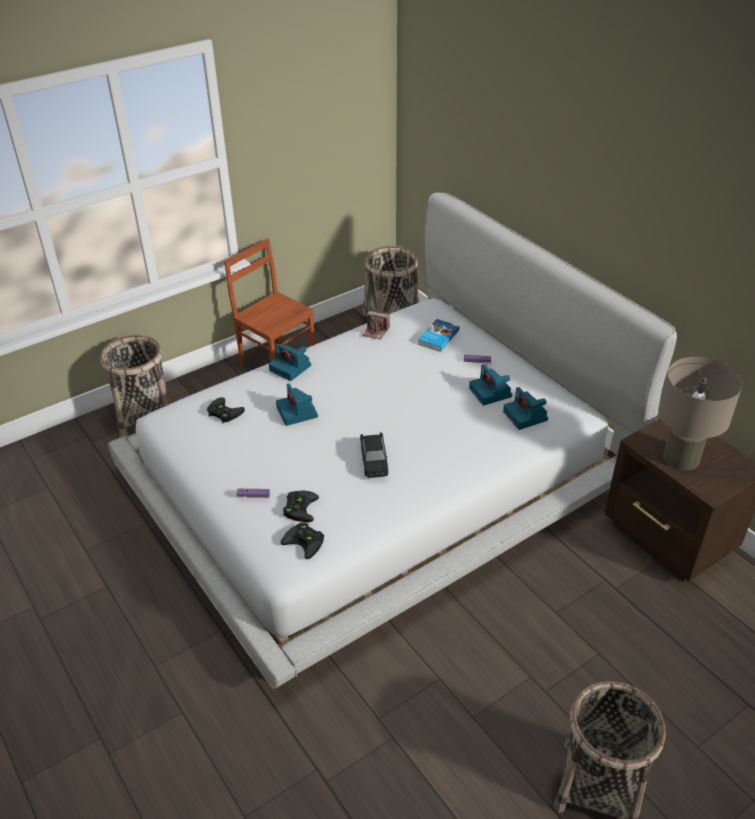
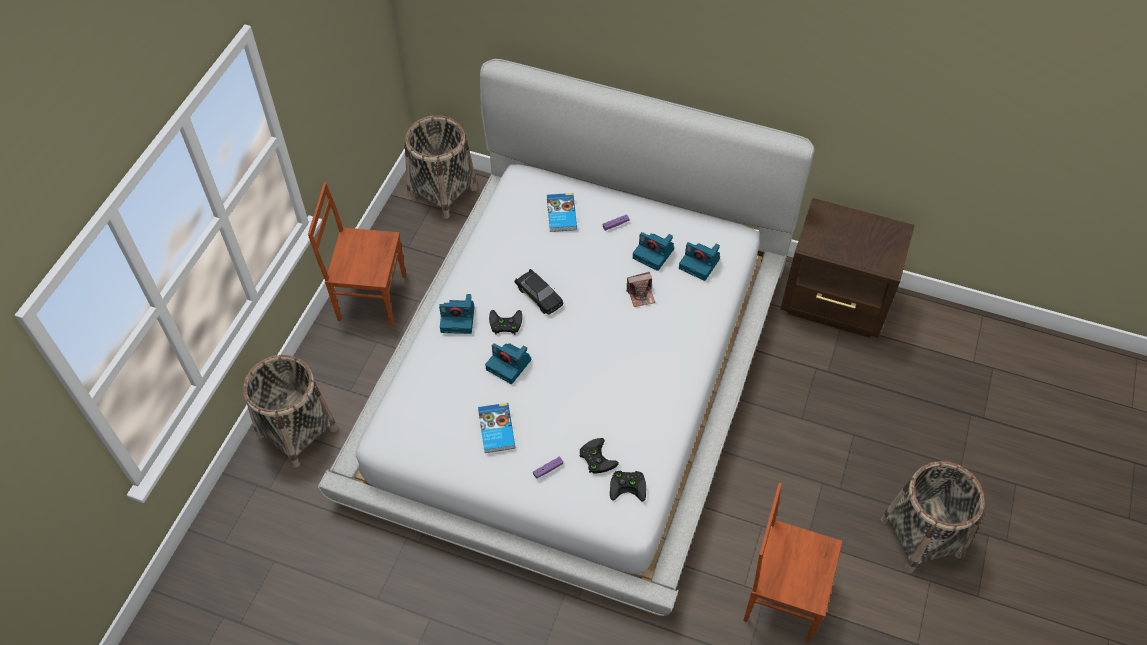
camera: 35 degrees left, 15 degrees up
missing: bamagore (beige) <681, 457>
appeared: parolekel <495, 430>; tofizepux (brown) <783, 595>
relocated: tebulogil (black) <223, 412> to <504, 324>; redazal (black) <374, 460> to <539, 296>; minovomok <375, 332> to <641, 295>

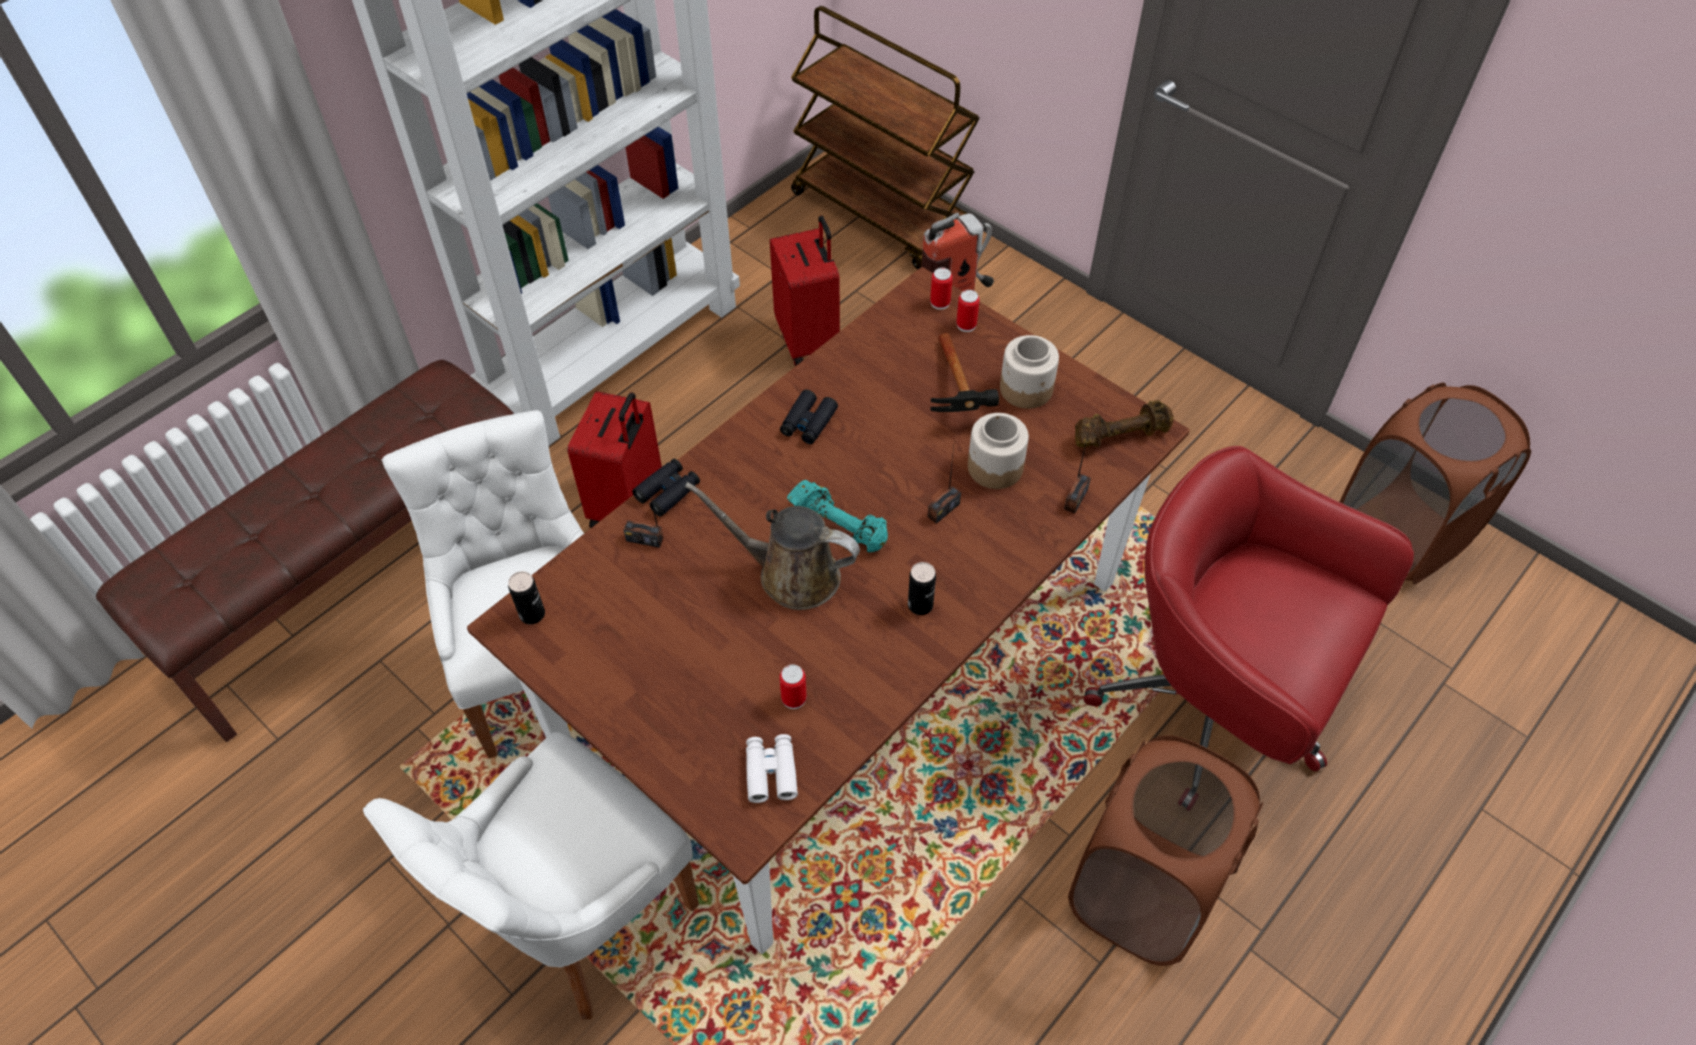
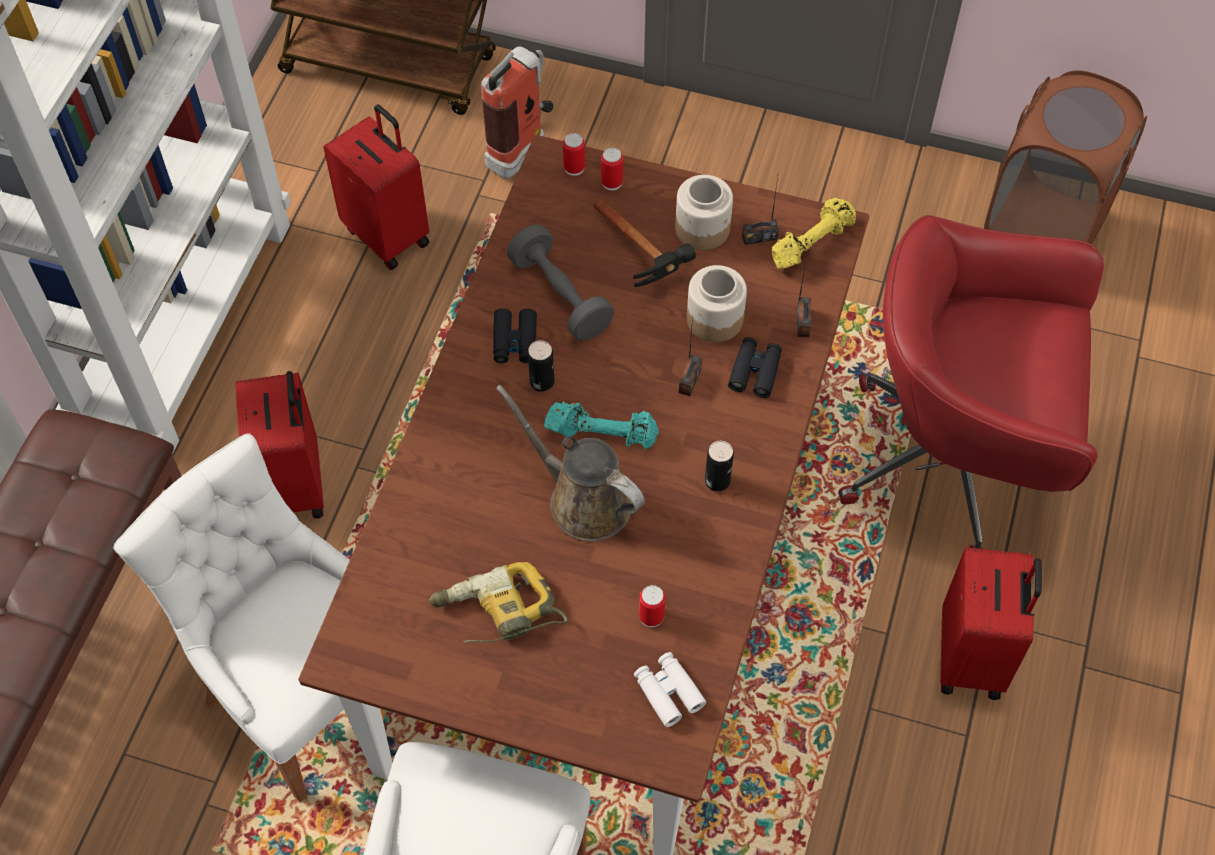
camera: 25 degrees left, 5 degrees up
appeared: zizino <497, 614>; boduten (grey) <560, 296>
relocated: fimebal <532, 614> to <542, 382>; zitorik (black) <668, 491> to <755, 371>; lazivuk <644, 539> to <759, 237>
exchanged: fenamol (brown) <1142, 892> to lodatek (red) <973, 657>
colour: boduten (brown) <1120, 435> to boduten (yellow) <811, 243>
spun: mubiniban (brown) <791, 574> = <582, 499> 45 degrees clockwise

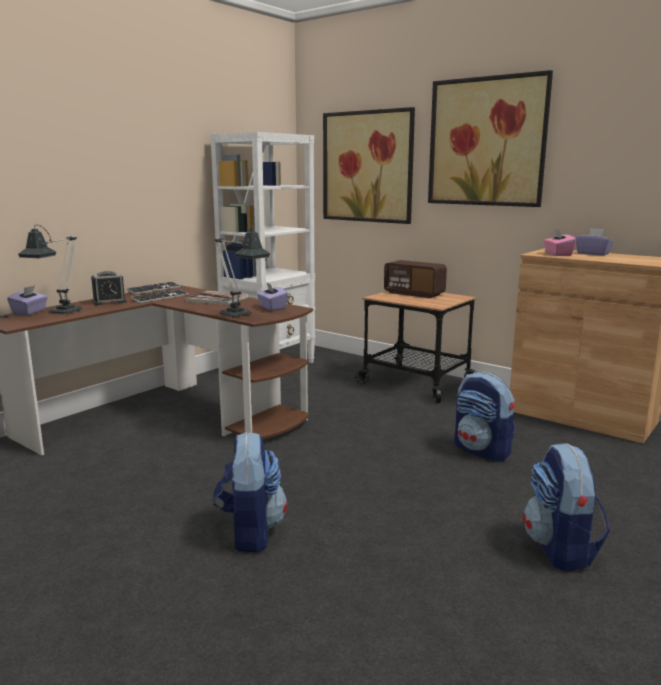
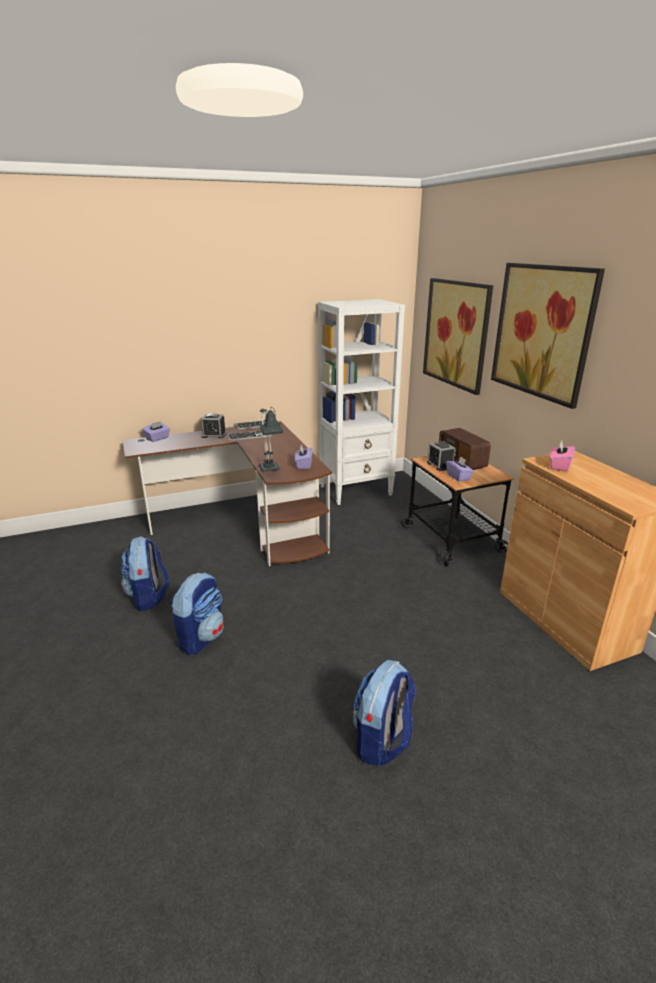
camera: 30 degrees right, 10 degrees up
missing: bamagore <61, 313>; parolekel <217, 299>
appeared: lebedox <440, 465>
relocated: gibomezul <482, 451> to <148, 597>; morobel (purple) <593, 253> to <458, 477>

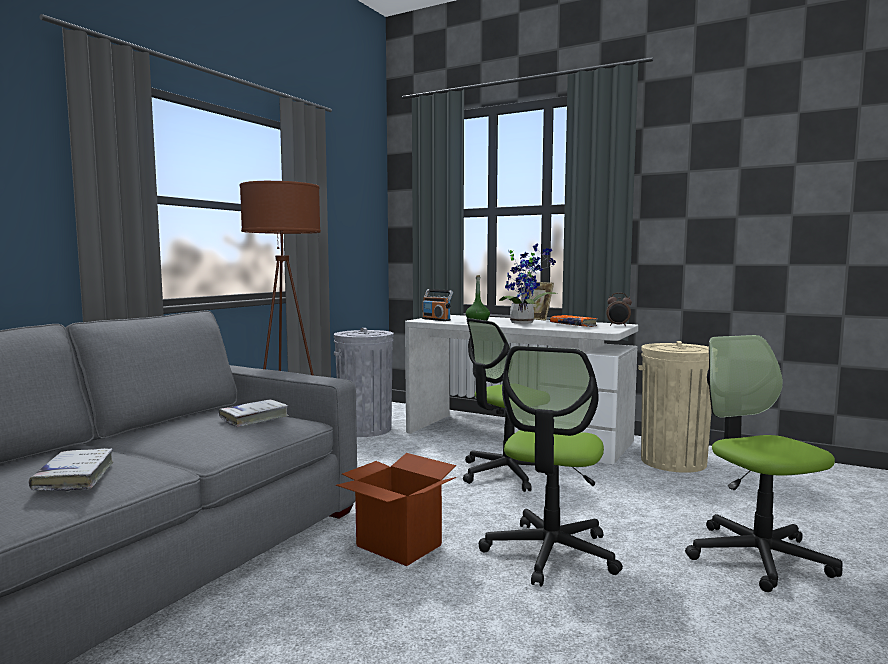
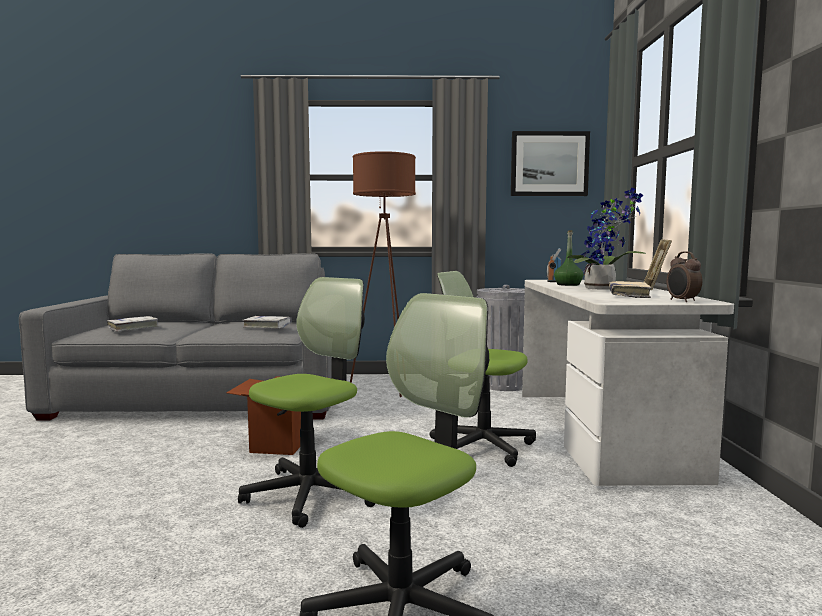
camera: 60 degrees right, 0 degrees up
missing: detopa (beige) <673, 461>
appeared: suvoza <549, 164>
colour: parolekel (orange) <573, 325> to parolekel (beige) <628, 295>
spun: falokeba <550, 553> = <311, 494> 135 degrees clockwise

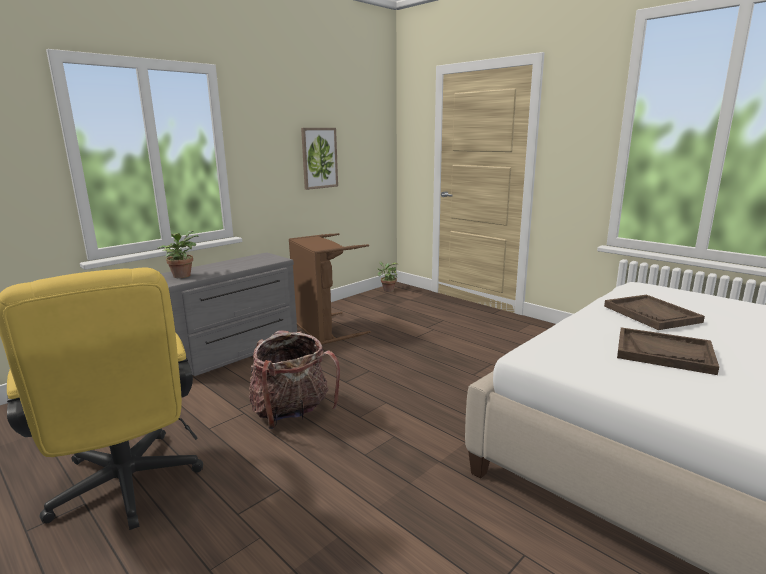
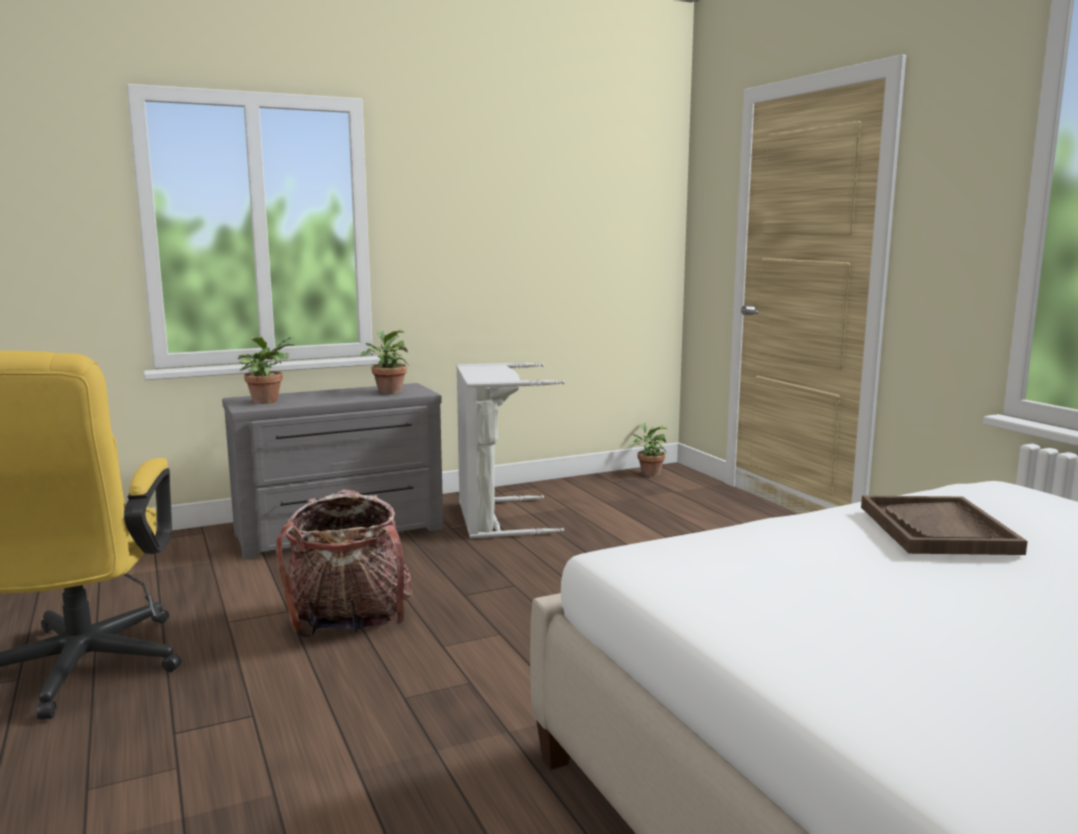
camera: 20 degrees right, 5 degrees down
missing: suvoza <319, 158>; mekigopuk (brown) <664, 352>
appeared: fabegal <388, 392>
colour: fenamol (brown) <323, 330> to fenamol (grey) <494, 518>

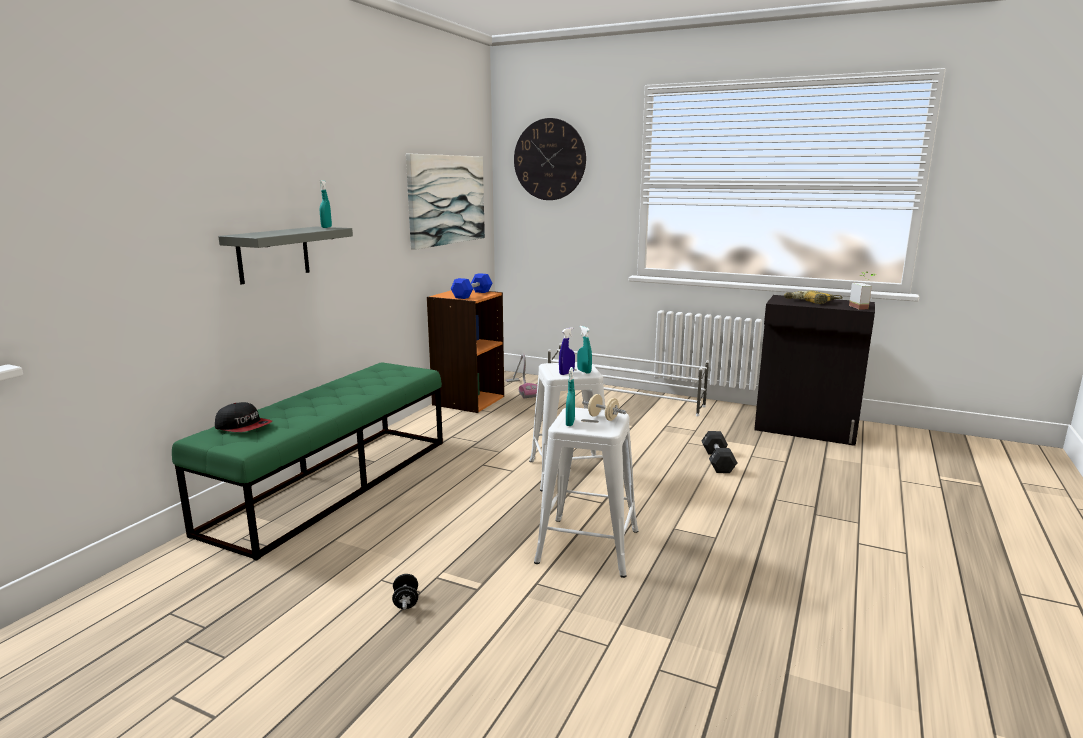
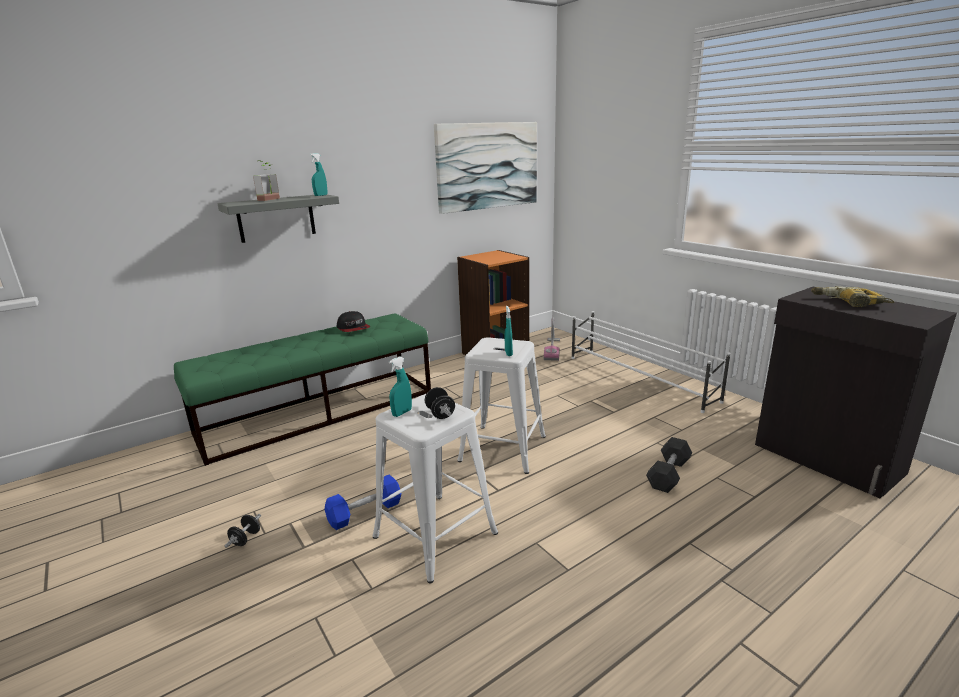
camera: 30 degrees right, 5 degrees up
missing: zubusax <549, 159>; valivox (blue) <566, 373>
relocated: fabegal <862, 307> to <272, 199>; boduten (blue) <472, 294> to <365, 512>; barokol <243, 426> to <353, 328>
colour: boduten (beige) <603, 418> to boduten (black) <440, 414>

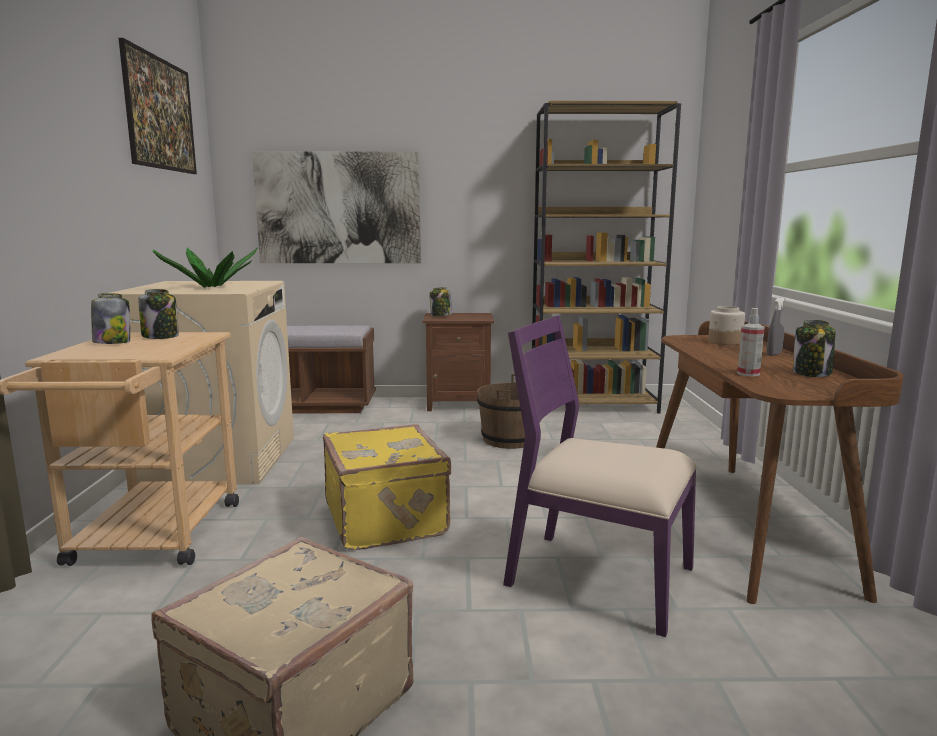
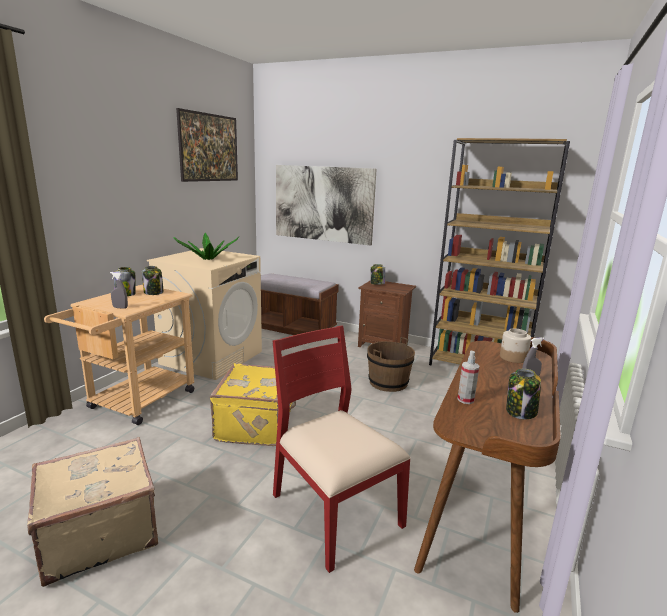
camera: 25 degrees right, 5 degrees up
appeared: valivox (grey) <120, 307>
colour: tofizepux (purple) <597, 577> to tofizepux (red) <334, 510>

